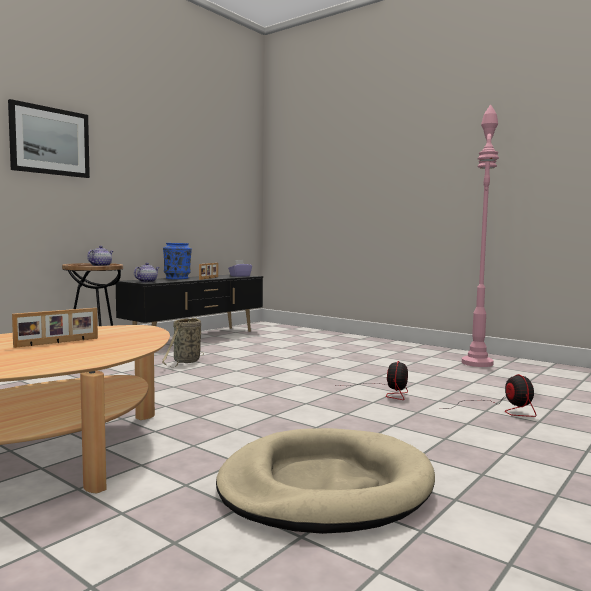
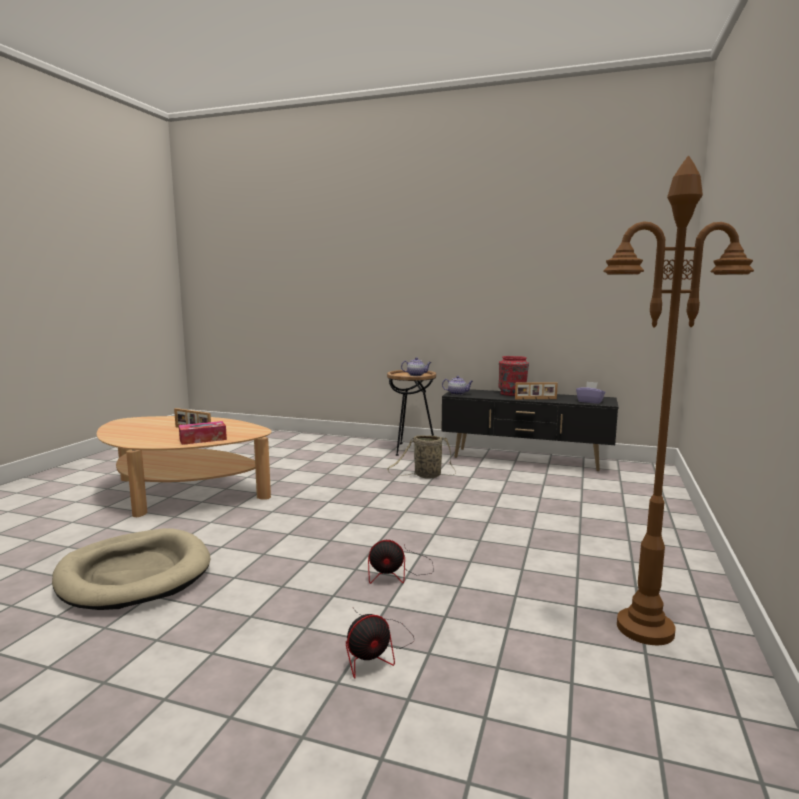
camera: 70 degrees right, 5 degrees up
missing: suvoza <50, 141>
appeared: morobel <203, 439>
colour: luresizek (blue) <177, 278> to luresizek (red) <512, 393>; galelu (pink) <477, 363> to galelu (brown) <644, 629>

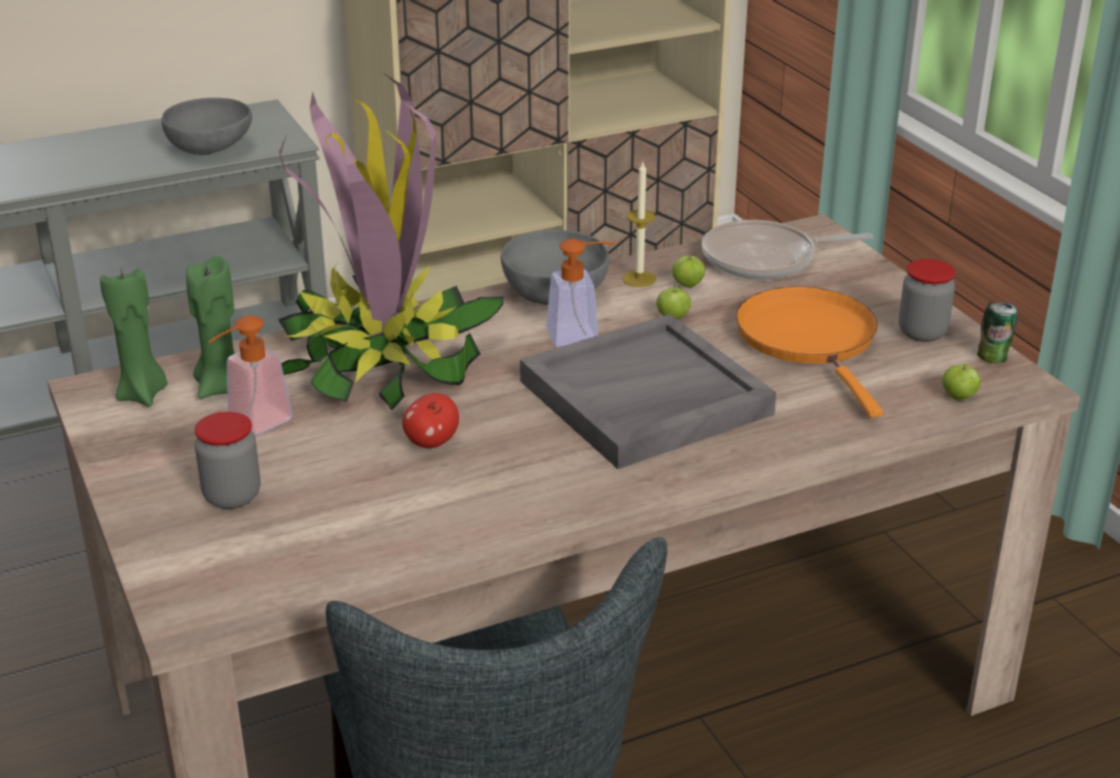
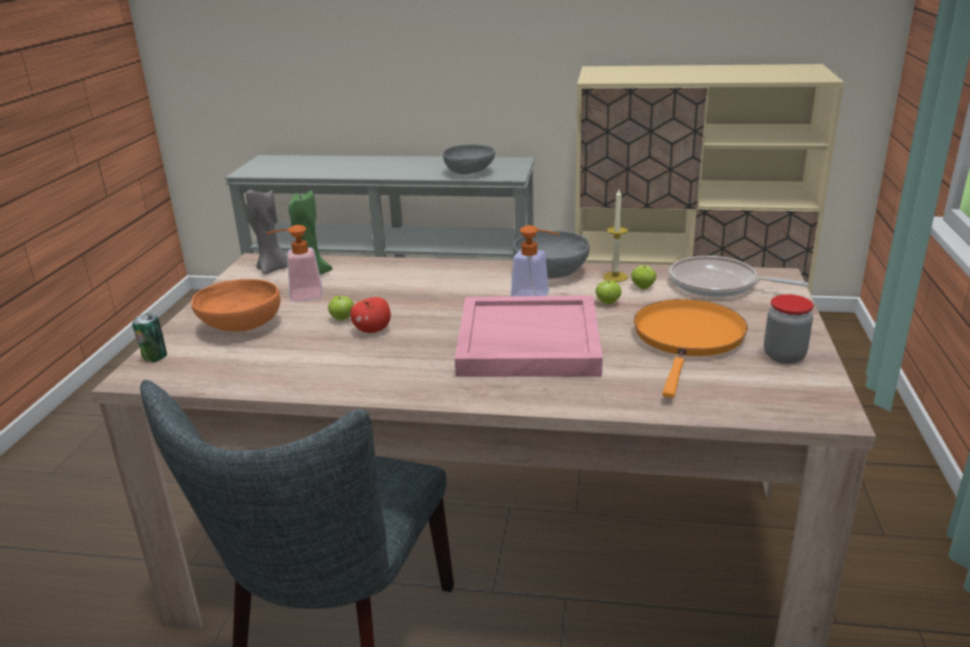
camera: 35 degrees right, 5 degrees down
missing: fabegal <382, 361>
relocated: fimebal <993, 358> to <154, 358>; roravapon <959, 397> to <342, 319>
exchanged: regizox <232, 496> to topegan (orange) <240, 326>
colour: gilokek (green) <143, 394> to gilokek (grey) <273, 269>; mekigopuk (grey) <644, 399> to mekigopuk (pink) <527, 342>

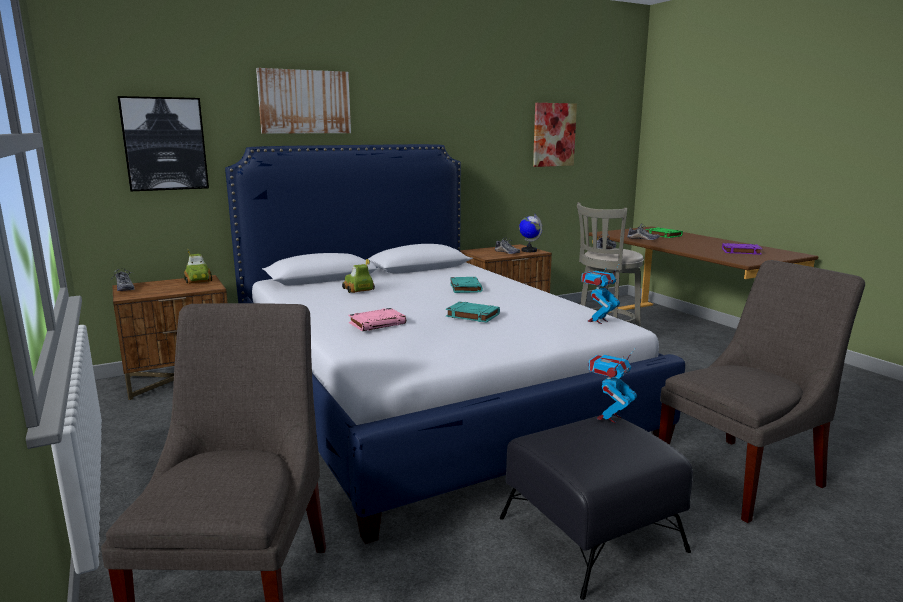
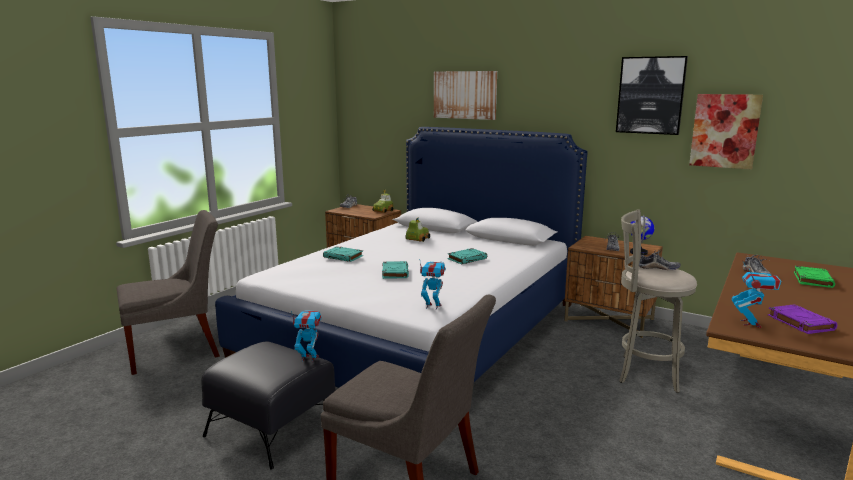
camera: 60 degrees right, 0 degrees up
appeared: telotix <751, 323>
relocated: suvoza <164, 144> to <650, 95>
colour: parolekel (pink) <377, 323> to parolekel (turquoise) <343, 257>

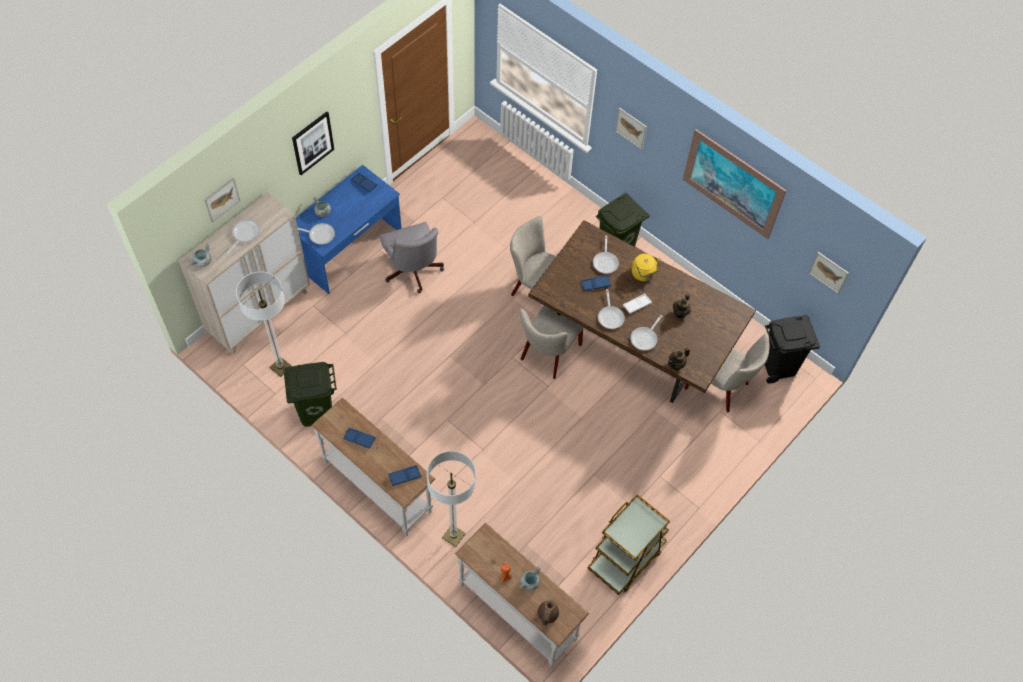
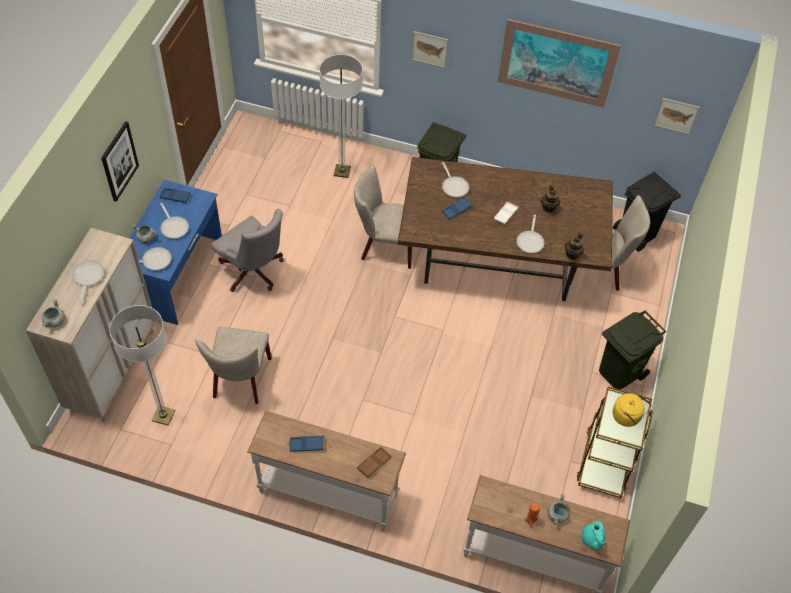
camera: 25 degrees left, 5 degrees down
missing: suvoza <222, 199>
relocated: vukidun <610, 316> to <174, 227>; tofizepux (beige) <548, 354> to <240, 381>; galelu <453, 536> to <342, 171>; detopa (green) <316, 411> to <618, 371>; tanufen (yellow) <644, 274> to <628, 417>
colour: mekigopuk (blue) <404, 476> to mekigopuk (brown) <374, 463>; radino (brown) <547, 615> to radino (turquoise) <592, 540>

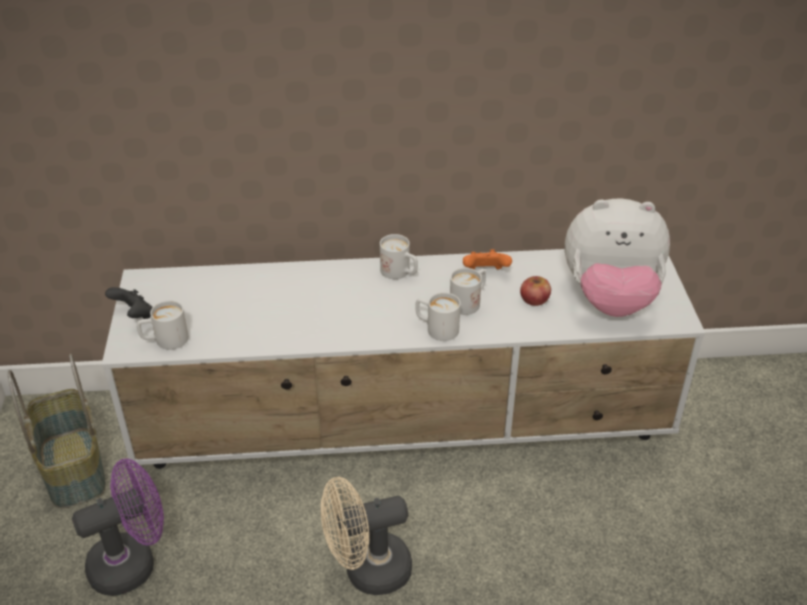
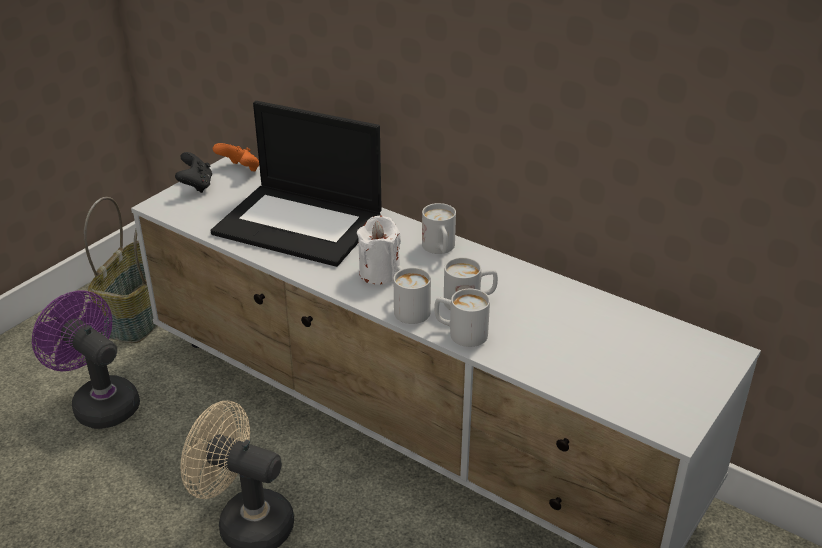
camera: 40 degrees right, 5 degrees down
missing: roravapon <534, 299>; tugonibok <610, 299>
appeared: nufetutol <300, 224>; gilokek (white) <379, 273>
relocated: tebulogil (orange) <485, 273> to <240, 170>; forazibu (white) <165, 341> to <460, 333>
spun: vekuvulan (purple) <132, 562> = <99, 402> 150 degrees counterclockwise

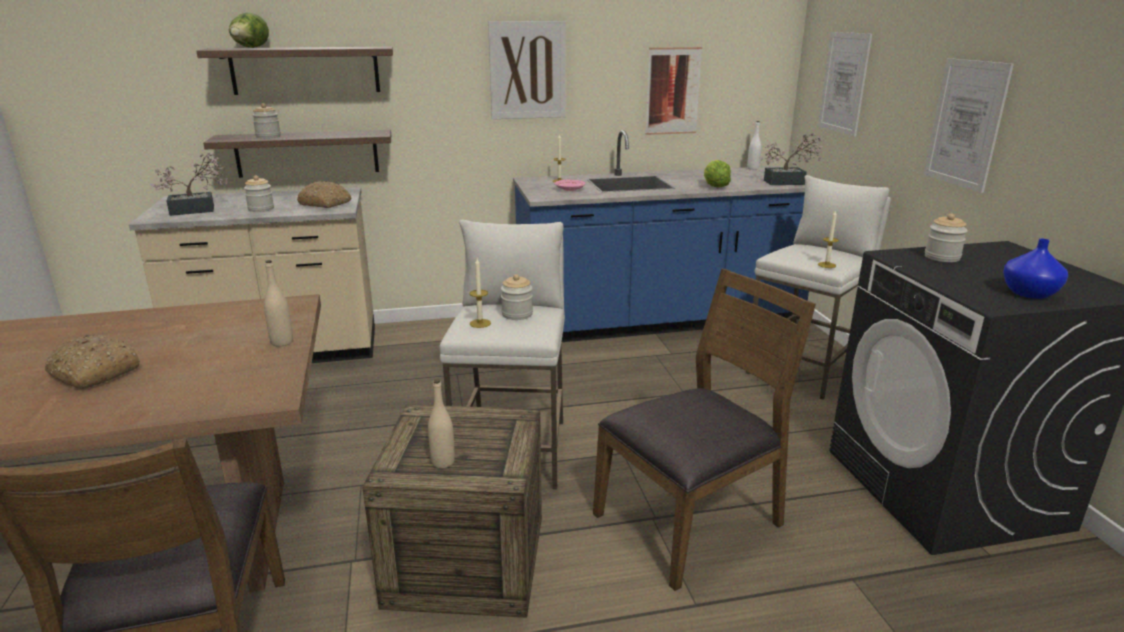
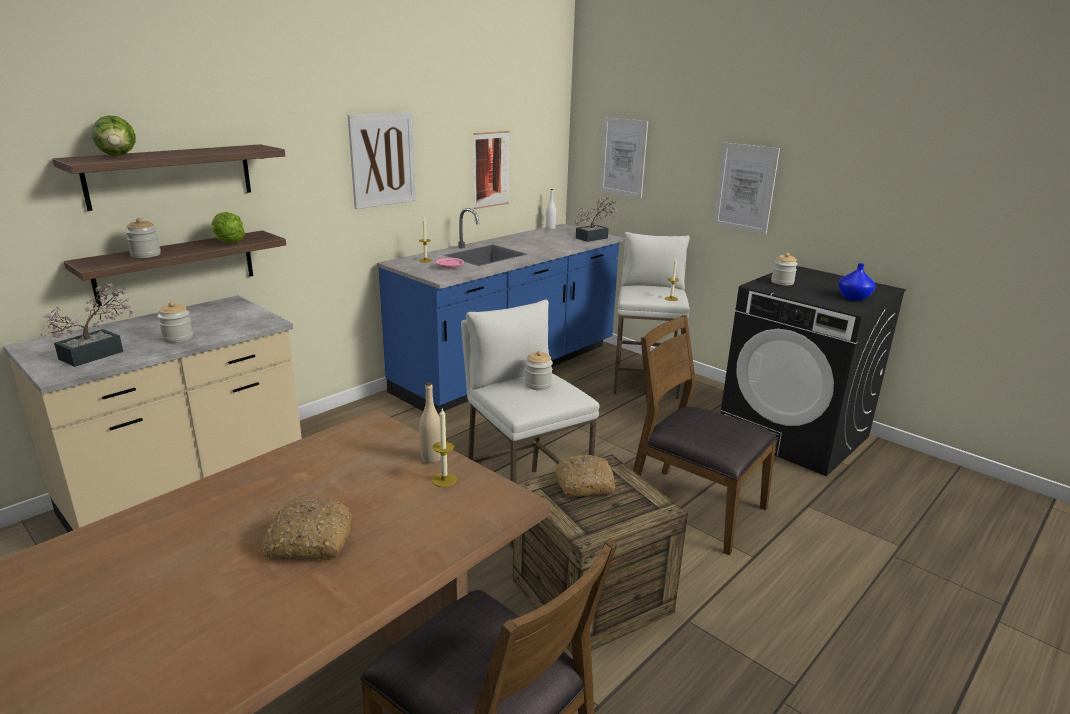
camera: 35 degrees left, 0 degrees up
missing: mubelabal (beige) <443, 462>
relocated: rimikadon <714, 187> to <228, 242>; gilokek <480, 323> to <444, 480>; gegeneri <325, 203> to <585, 484>
spun: tofizepux (brown) <691, 521> = <694, 507> 75 degrees counterclockwise

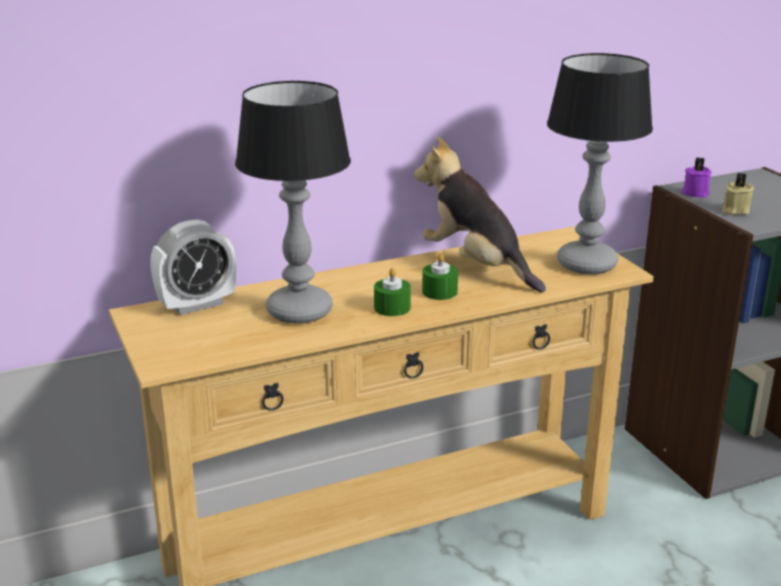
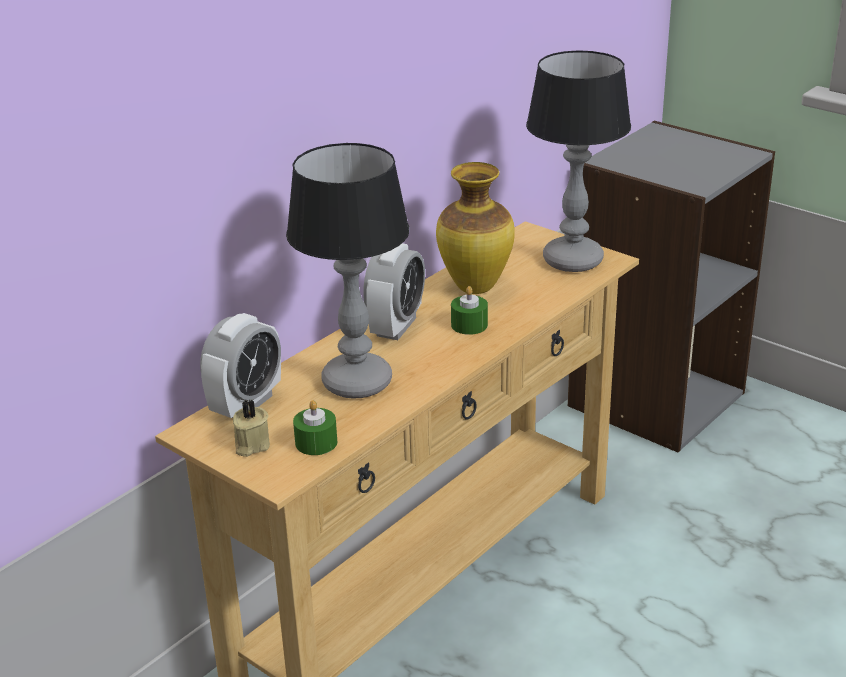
camera: 25 degrees left, 5 degrees up
missing: gilokek (purple) <695, 193>
appeared: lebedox <396, 327>
relocated: gilokek (beige) <734, 210> to <251, 445>; gilokek (green) <392, 307> to <316, 442>
exchanged: tugonibok <476, 266> to luresizek <476, 288>

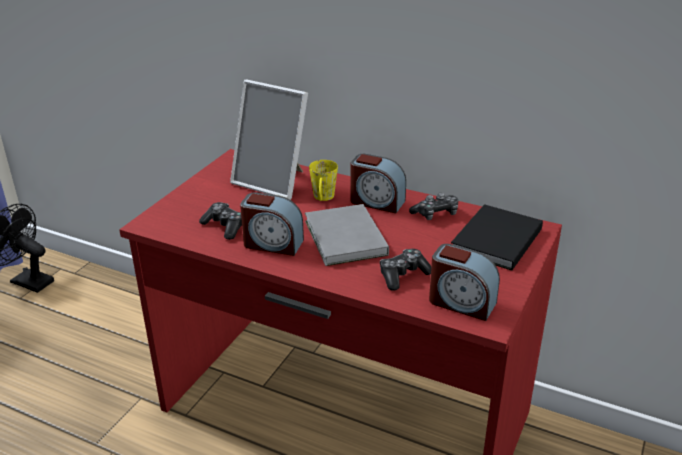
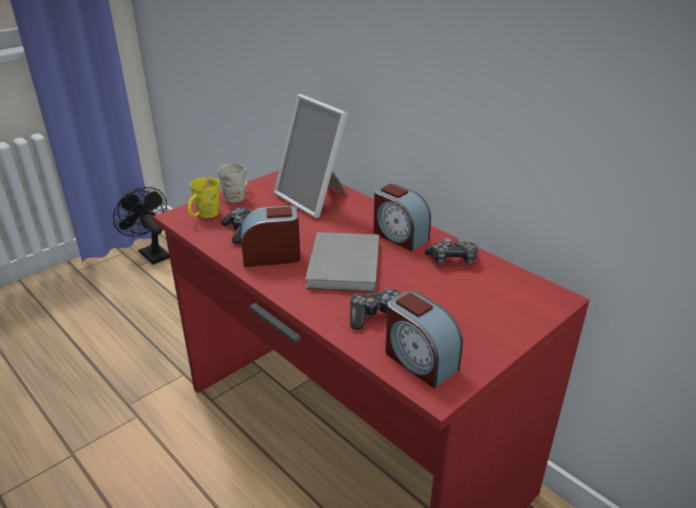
camera: 20 degrees right, 0 degrees up
missing: parolekel (black) <494, 241>
appeared: forazibu (white) <238, 195>
relocated: forazibu (yellow) <323, 199> to <204, 216>
spun: lebedox <272, 243> = <272, 256> 135 degrees clockwise

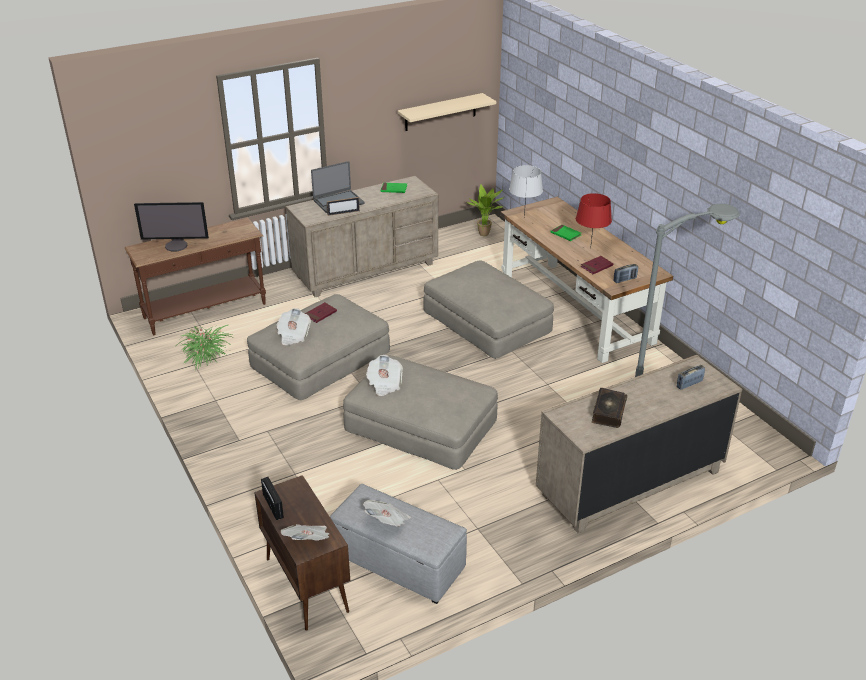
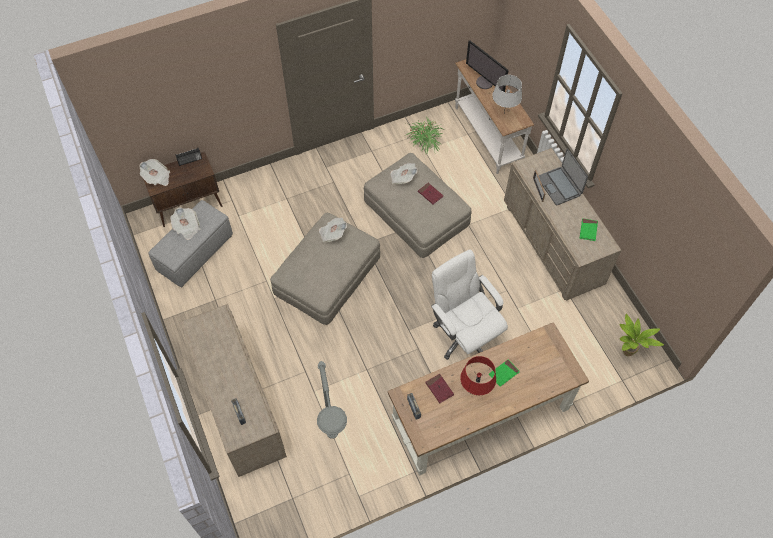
camera: 95 degrees right, 25 degrees up
missing: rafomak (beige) <440, 112>; parolekel <608, 412>
relocated: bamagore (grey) <524, 217> to <503, 114>
exchanged: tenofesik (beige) <486, 321> to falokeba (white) <464, 335>
colour: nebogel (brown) <205, 311> to nebogel (white) <486, 136>
spun: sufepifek <176, 245> = <485, 82> 45 degrees counterclockwise

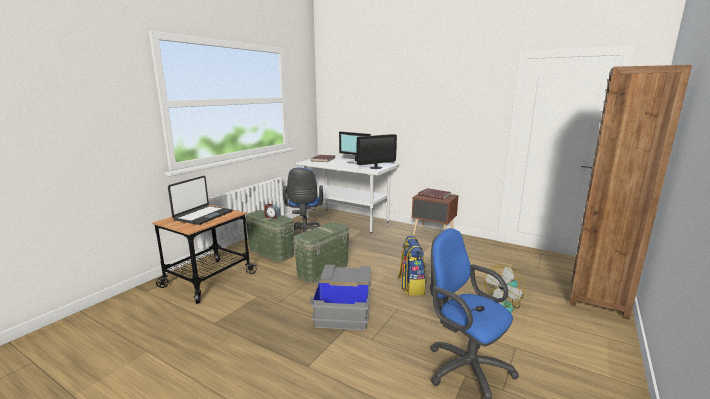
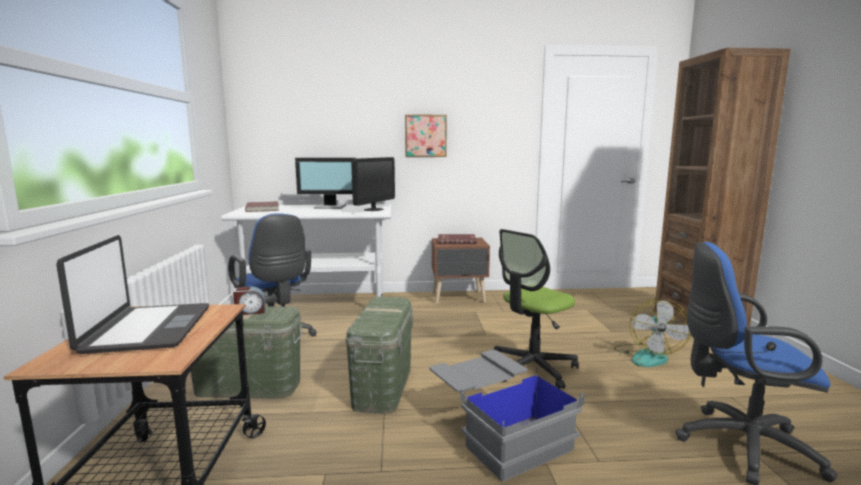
camera: 35 degrees left, 5 degrees down
appeared: suvoza <425, 136>
exchanged: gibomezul <411, 287> to falokeba <532, 368>

